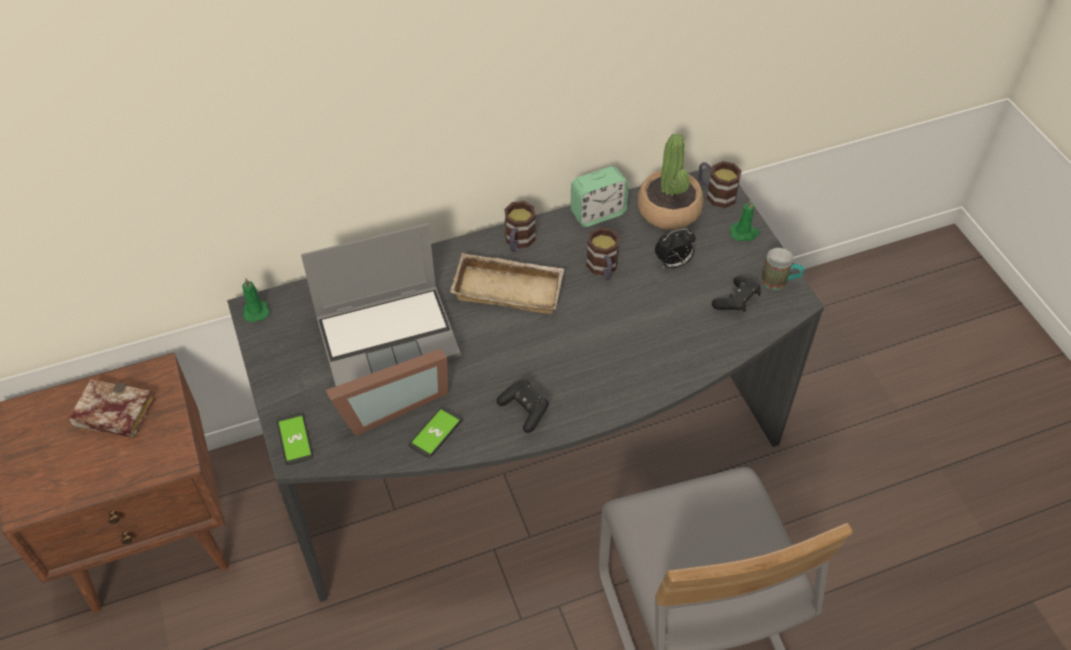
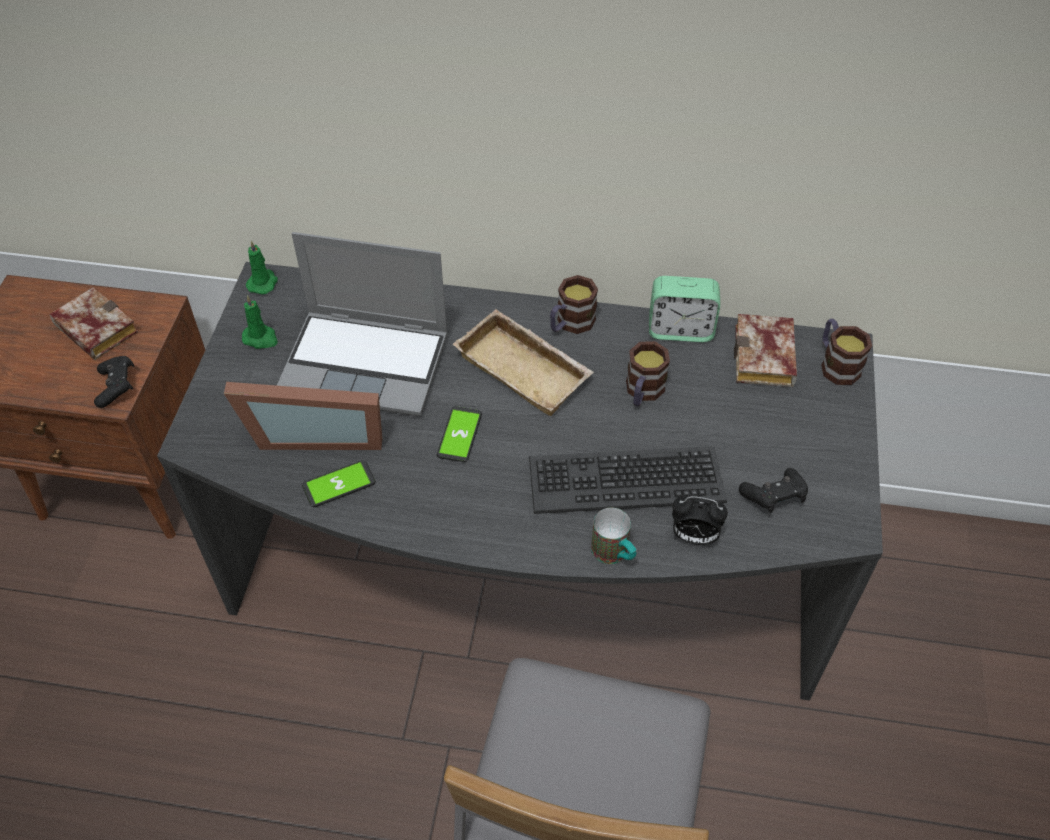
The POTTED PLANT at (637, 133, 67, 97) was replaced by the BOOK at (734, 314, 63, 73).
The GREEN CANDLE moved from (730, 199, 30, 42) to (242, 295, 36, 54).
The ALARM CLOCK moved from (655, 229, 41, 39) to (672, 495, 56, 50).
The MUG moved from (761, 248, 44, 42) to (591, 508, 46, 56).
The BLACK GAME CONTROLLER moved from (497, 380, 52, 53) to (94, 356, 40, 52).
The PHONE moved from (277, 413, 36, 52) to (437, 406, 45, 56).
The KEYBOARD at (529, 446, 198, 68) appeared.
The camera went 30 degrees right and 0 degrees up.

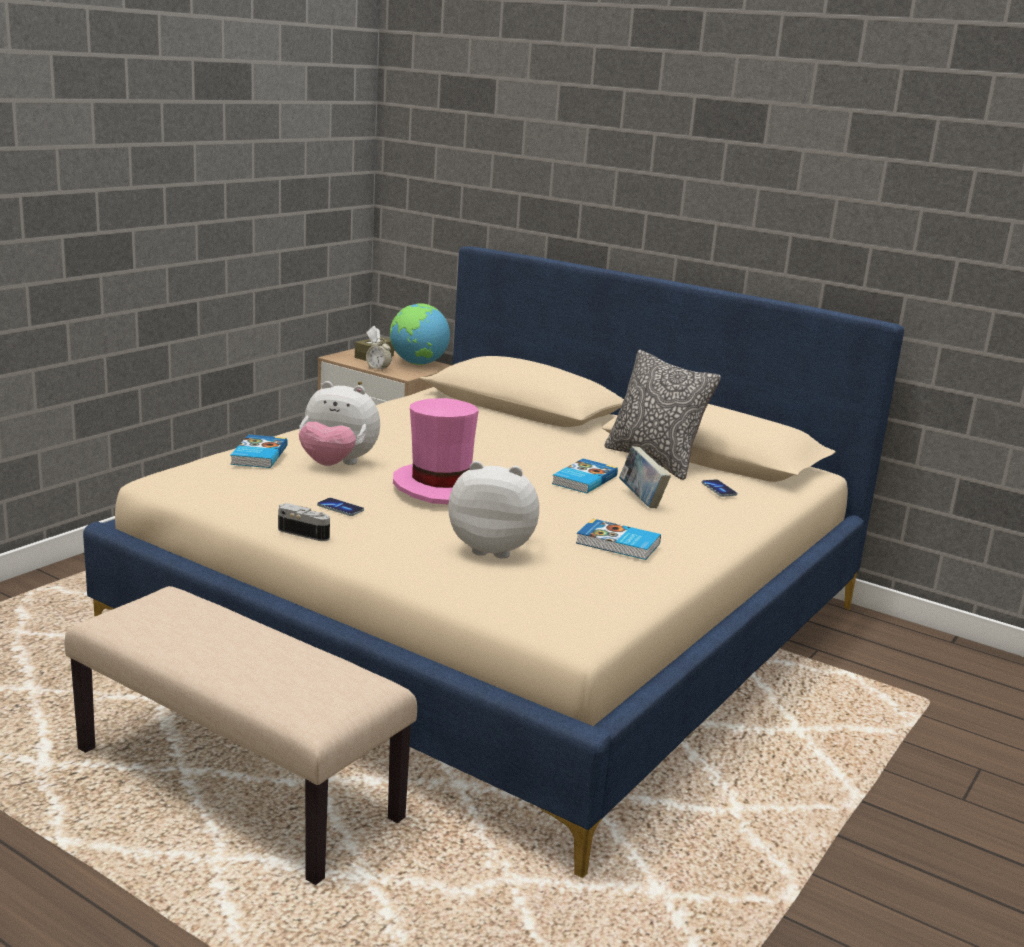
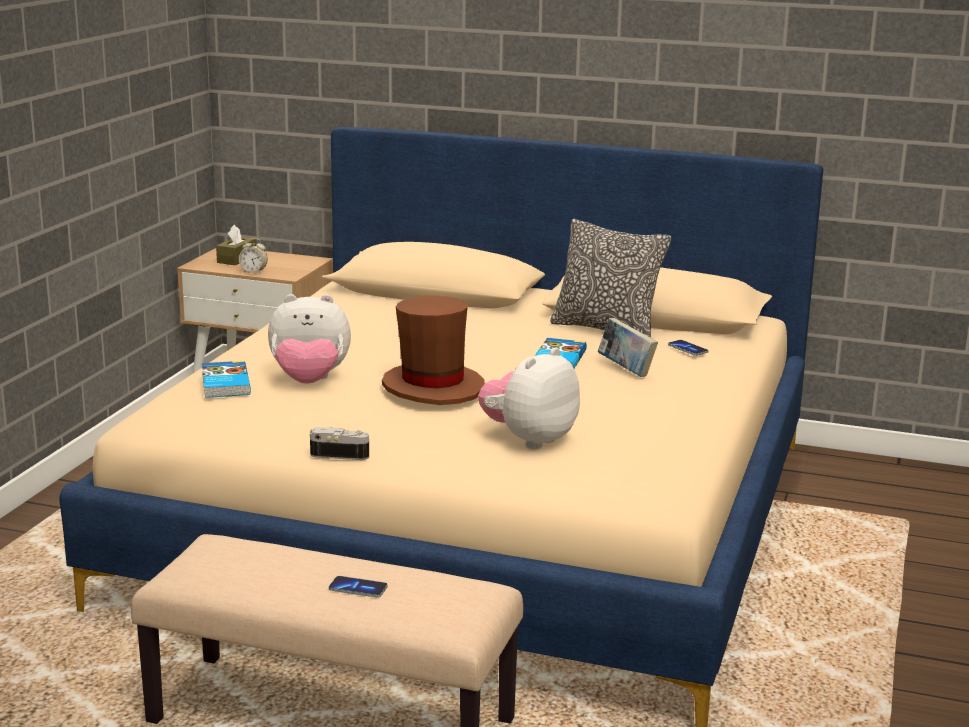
The GLOBE at (390, 303, 60, 62) disappeared.
The PINK HAT at (393, 398, 86, 106) became the BROWN HAT at (382, 295, 102, 110).
The PLUSH TOY at (448, 461, 91, 98) turned 45 degrees counterclockwise.
The PHONE moved from (317, 498, 47, 18) to (329, 576, 59, 22).
The BOOK at (576, 518, 85, 42) disappeared.
The camera went 15 degrees left and 0 degrees up.

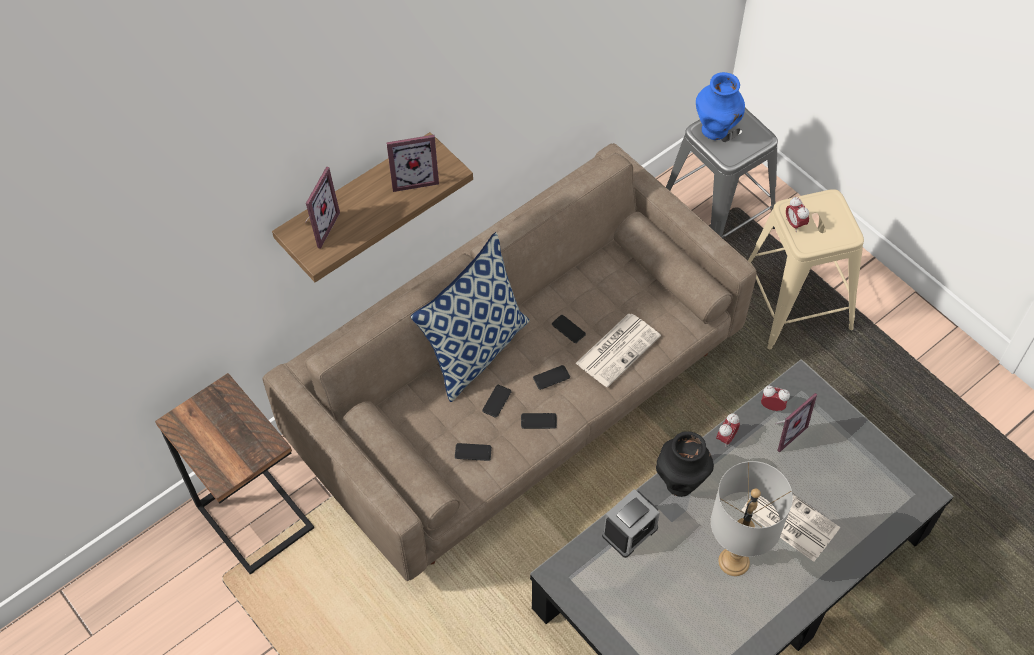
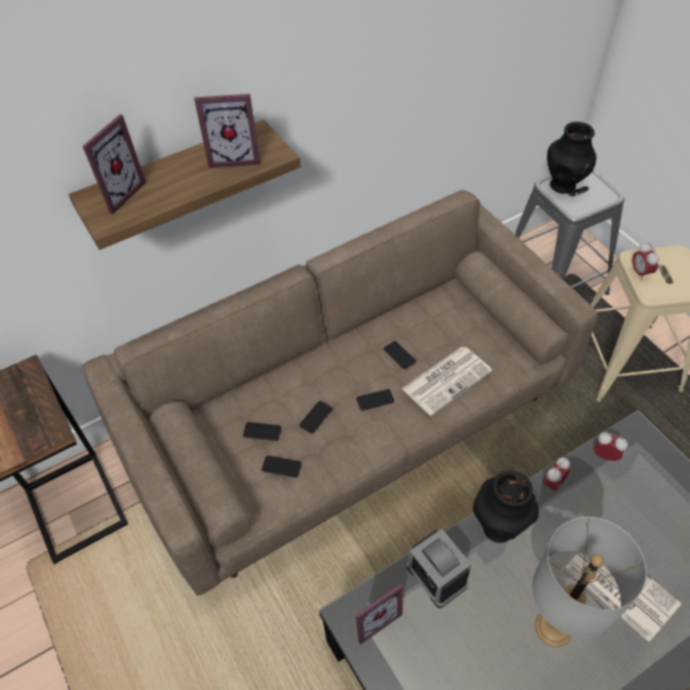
The BLUE VASE at (696, 72, 49, 68) became the BLACK VASE at (547, 122, 49, 72).
The PILLOW at (411, 232, 118, 170) disappeared.
The PICTURE FRAME moved from (775, 393, 42, 60) to (356, 584, 47, 61).
The PHONE moved from (521, 413, 36, 16) to (243, 422, 38, 19).
The ALARM CLOCK at (602, 489, 58, 69) turned 90 degrees clockwise.
The camera went 10 degrees right and 5 degrees down.

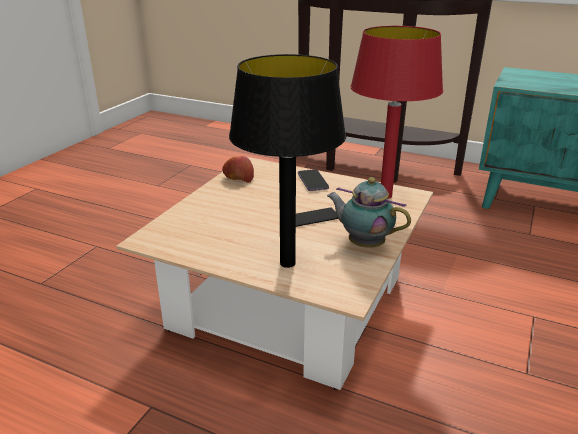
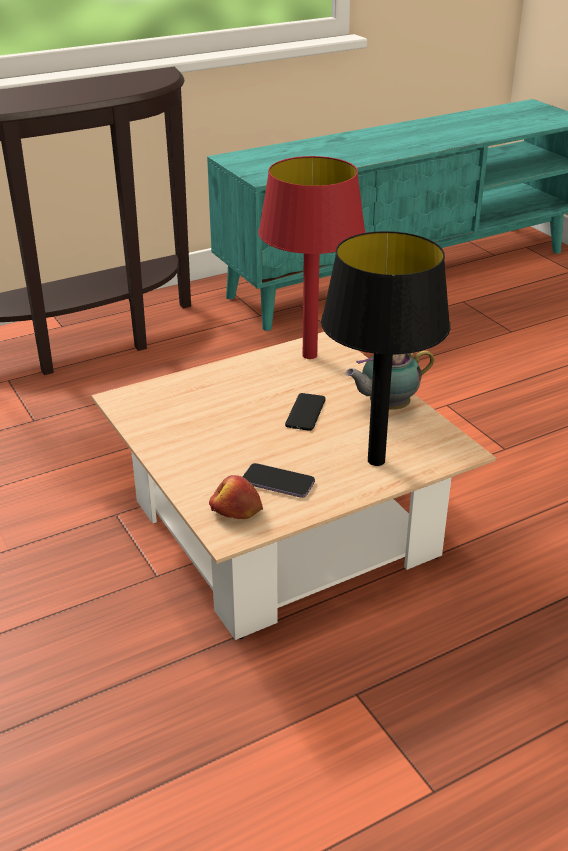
The APPLE moved from (222, 156, 32, 27) to (209, 475, 54, 44).
The PHONE moved from (298, 169, 31, 22) to (243, 463, 72, 35).
The camera went 55 degrees left and 5 degrees up.

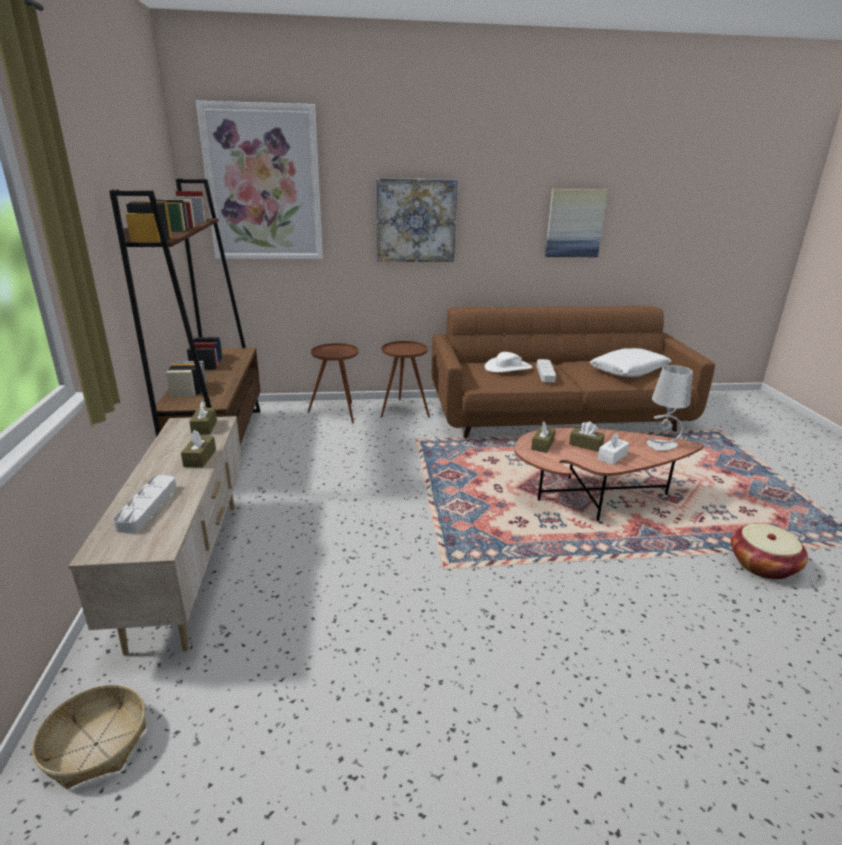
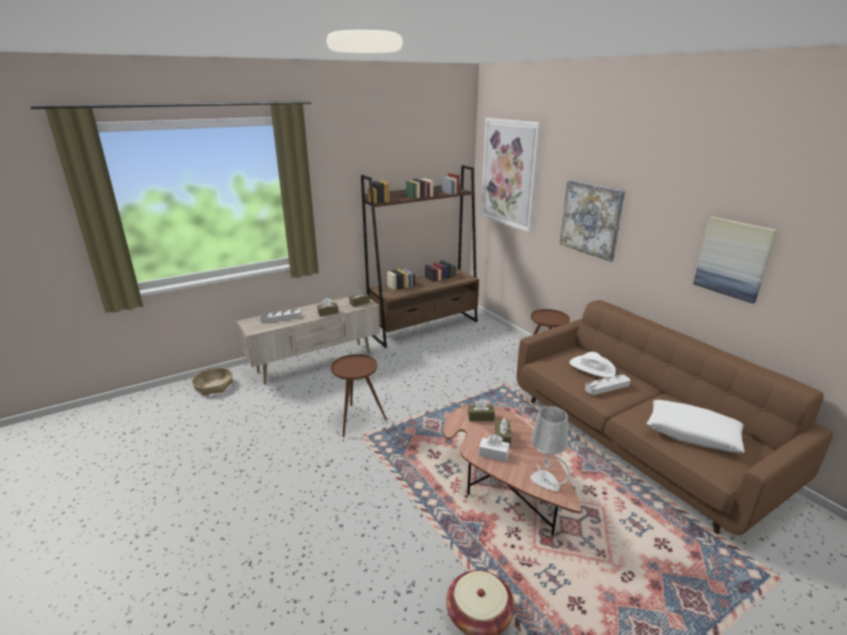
The BROWN SIDE TABLE moved from (308, 343, 51, 81) to (331, 354, 56, 83).
The camera went 65 degrees right and 0 degrees up.

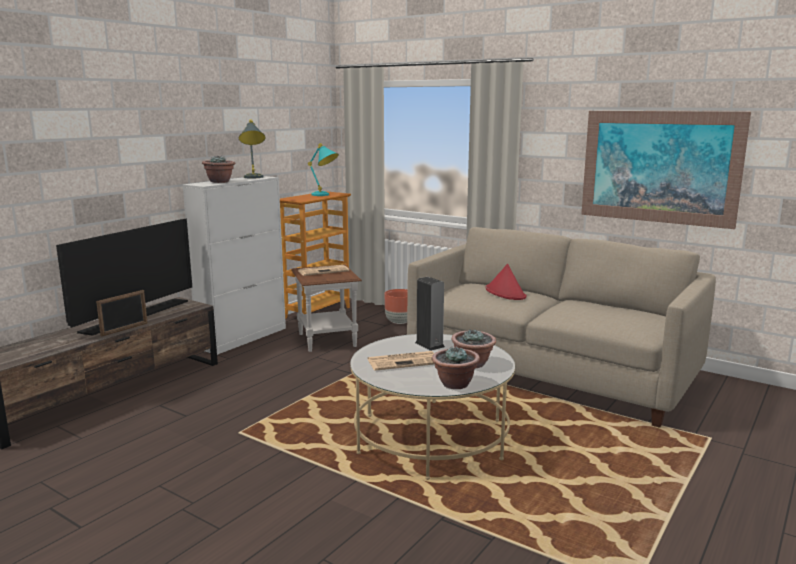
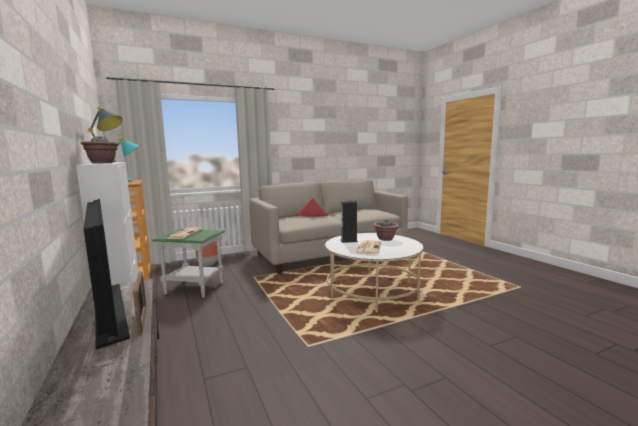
The PICTURE at (581, 111, 170, 118) disappeared.
The BROWN SIDE TABLE at (291, 264, 71, 88) became the GREEN SIDE TABLE at (152, 229, 73, 68).
The POTTED PLANT at (432, 346, 48, 43) disappeared.
The camera went 60 degrees left and 5 degrees down.

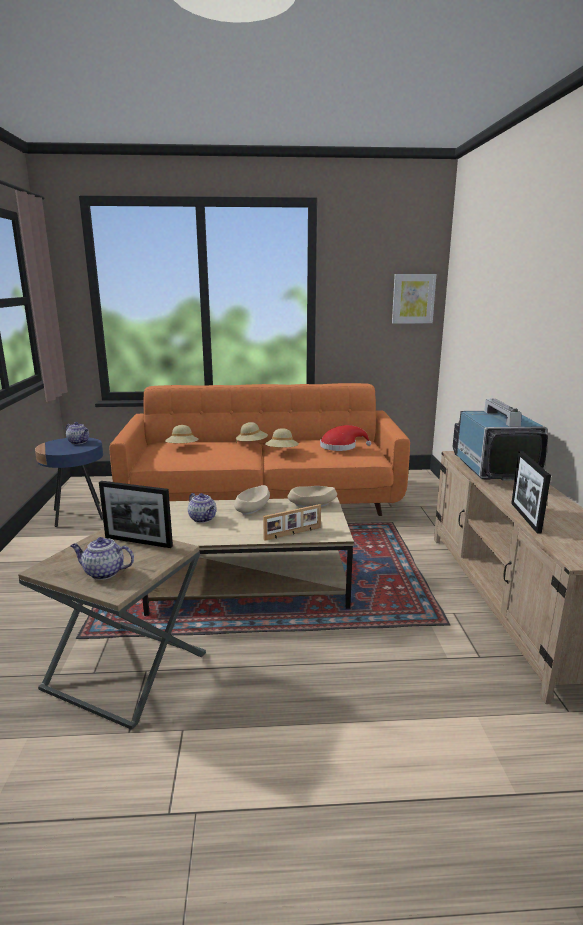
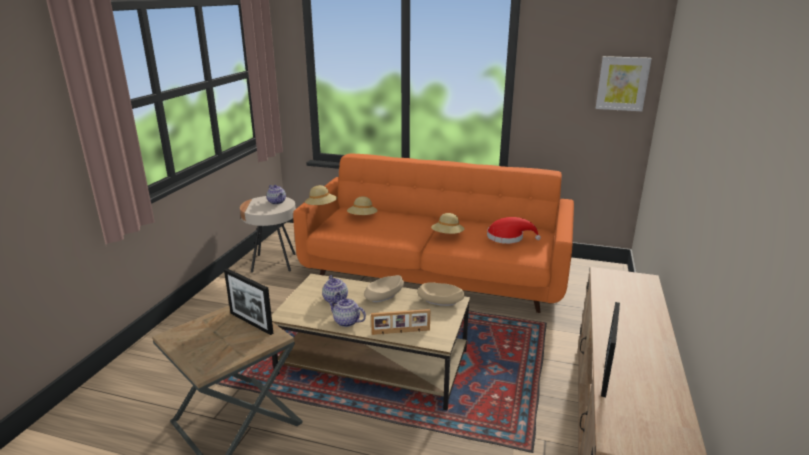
The TELEVISION at (453, 398, 95, 82) disappeared.
The BEIGE HAT moved from (236, 422, 32, 22) to (305, 185, 32, 20).
The BLUE SIDE TABLE at (35, 438, 68, 89) became the BEIGE SIDE TABLE at (240, 196, 56, 77).
The TEAPOT moved from (70, 537, 64, 43) to (327, 298, 39, 29).
The camera went 20 degrees right and 5 degrees up.

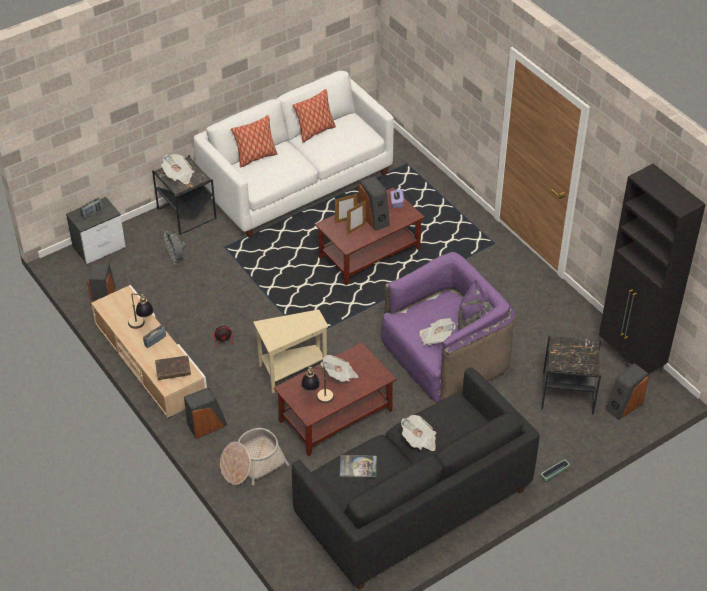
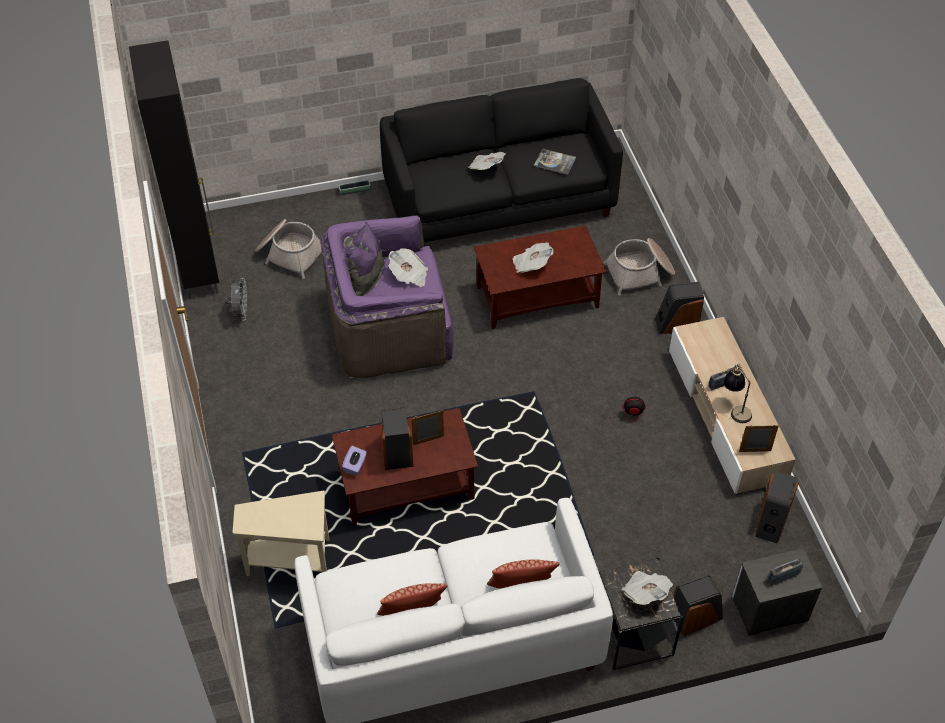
The PICTURE FRAME moved from (335, 194, 23, 29) to (739, 425, 40, 27).
The GREY FAN moved from (164, 231, 22, 34) to (225, 278, 23, 43).
The BEIGE SIDE TABLE moved from (253, 310, 75, 83) to (233, 491, 96, 85).
The BLACK SIDE TABLE at (541, 335, 60, 80) was replaced by the BASKET at (255, 219, 67, 60).
The BROWN BOOK at (155, 356, 36, 24) disappeared.
The SPEAKER moved from (605, 363, 44, 57) to (674, 575, 49, 62).
The TABLE LAMP at (301, 367, 33, 37) disappeared.
The camera went 160 degrees left and 5 degrees up.

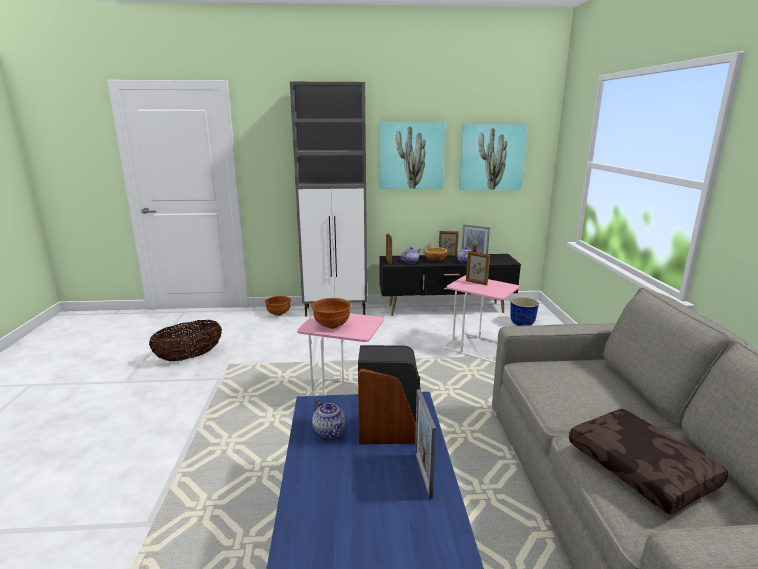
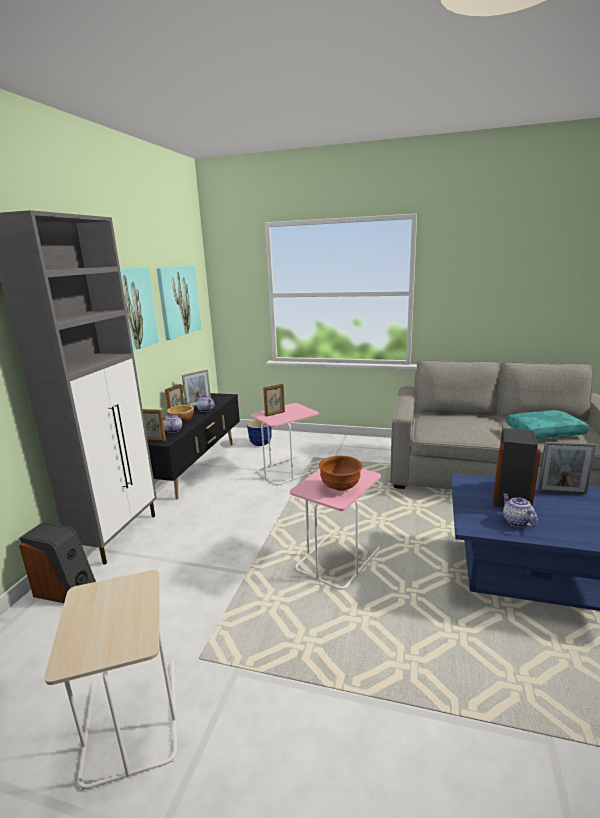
The BROWN BOWL at (265, 296, 26, 20) was replaced by the SPEAKER at (19, 522, 77, 81).
The BASKET at (149, 320, 73, 41) was replaced by the BEIGE SIDE TABLE at (44, 570, 133, 220).
The TEAPOT at (312, 399, 34, 39) turned 90 degrees counterclockwise.
The BROWN PILLOW at (569, 409, 159, 106) became the TURQUOISE PILLOW at (506, 410, 83, 29).
The camera went 70 degrees left and 0 degrees up.

